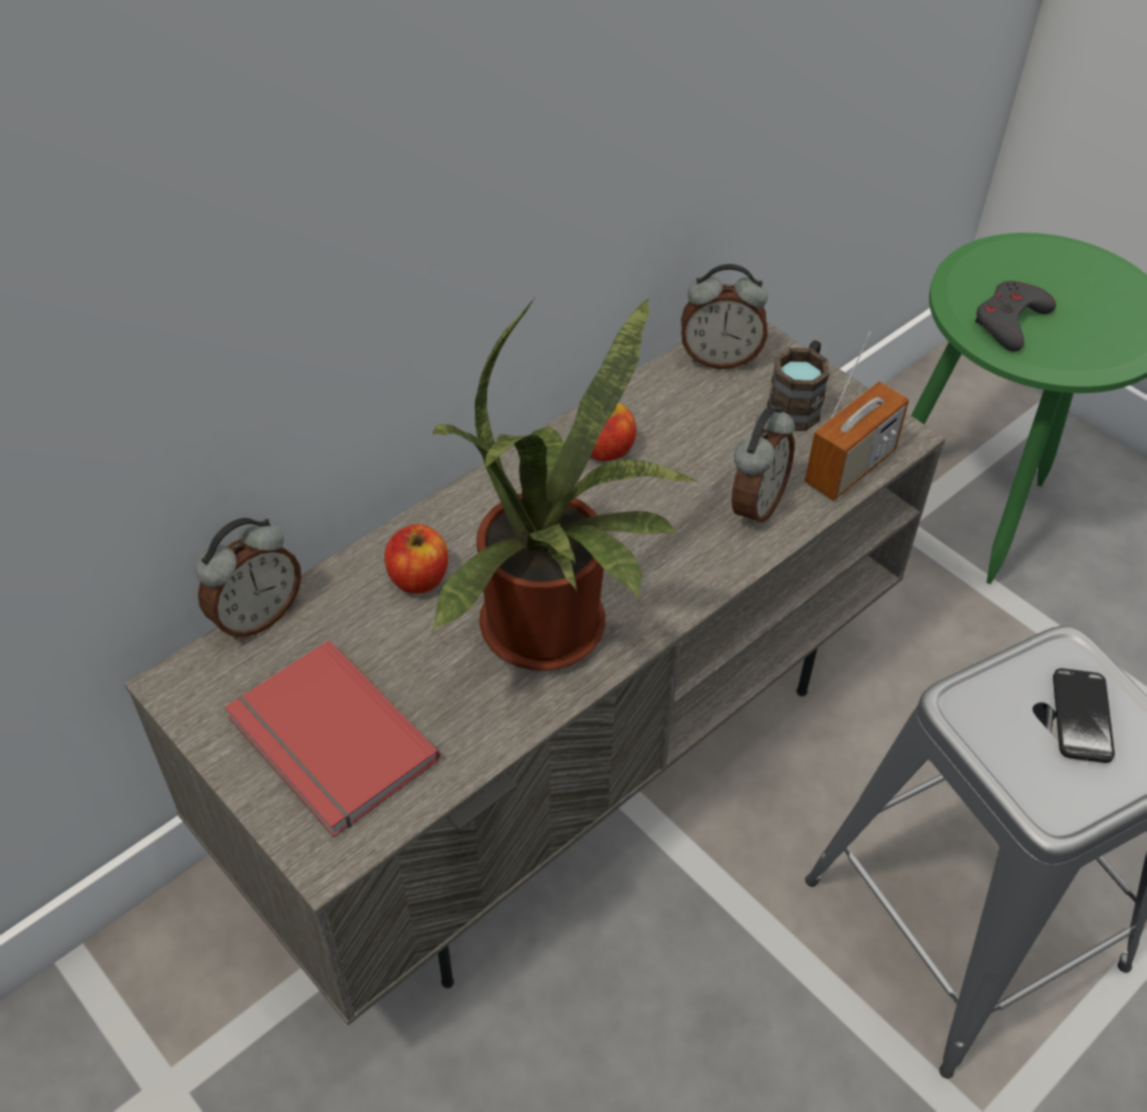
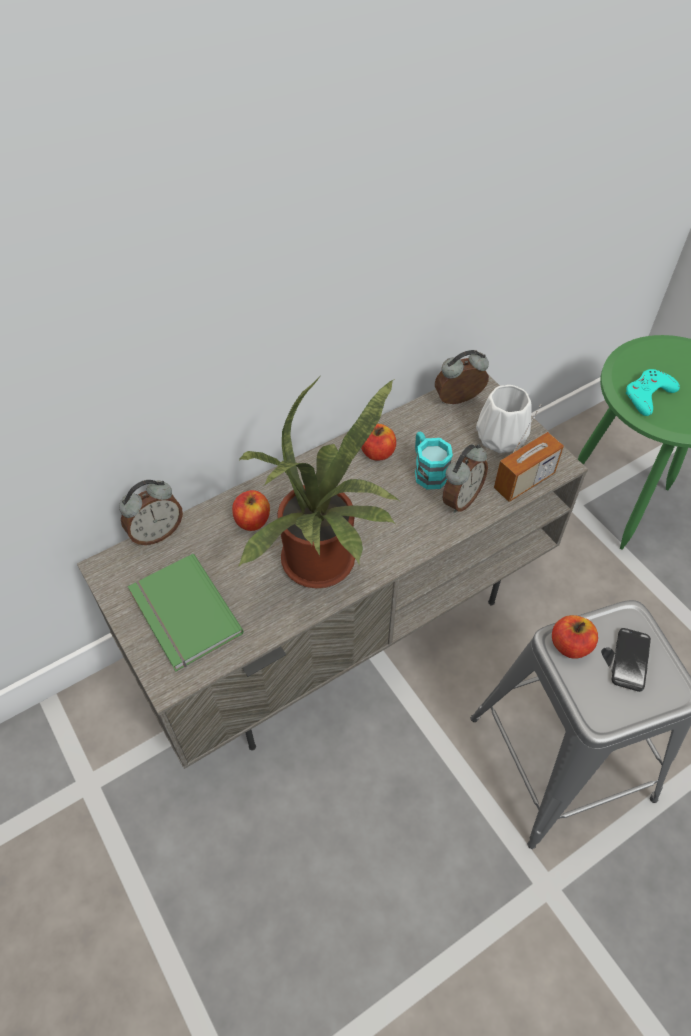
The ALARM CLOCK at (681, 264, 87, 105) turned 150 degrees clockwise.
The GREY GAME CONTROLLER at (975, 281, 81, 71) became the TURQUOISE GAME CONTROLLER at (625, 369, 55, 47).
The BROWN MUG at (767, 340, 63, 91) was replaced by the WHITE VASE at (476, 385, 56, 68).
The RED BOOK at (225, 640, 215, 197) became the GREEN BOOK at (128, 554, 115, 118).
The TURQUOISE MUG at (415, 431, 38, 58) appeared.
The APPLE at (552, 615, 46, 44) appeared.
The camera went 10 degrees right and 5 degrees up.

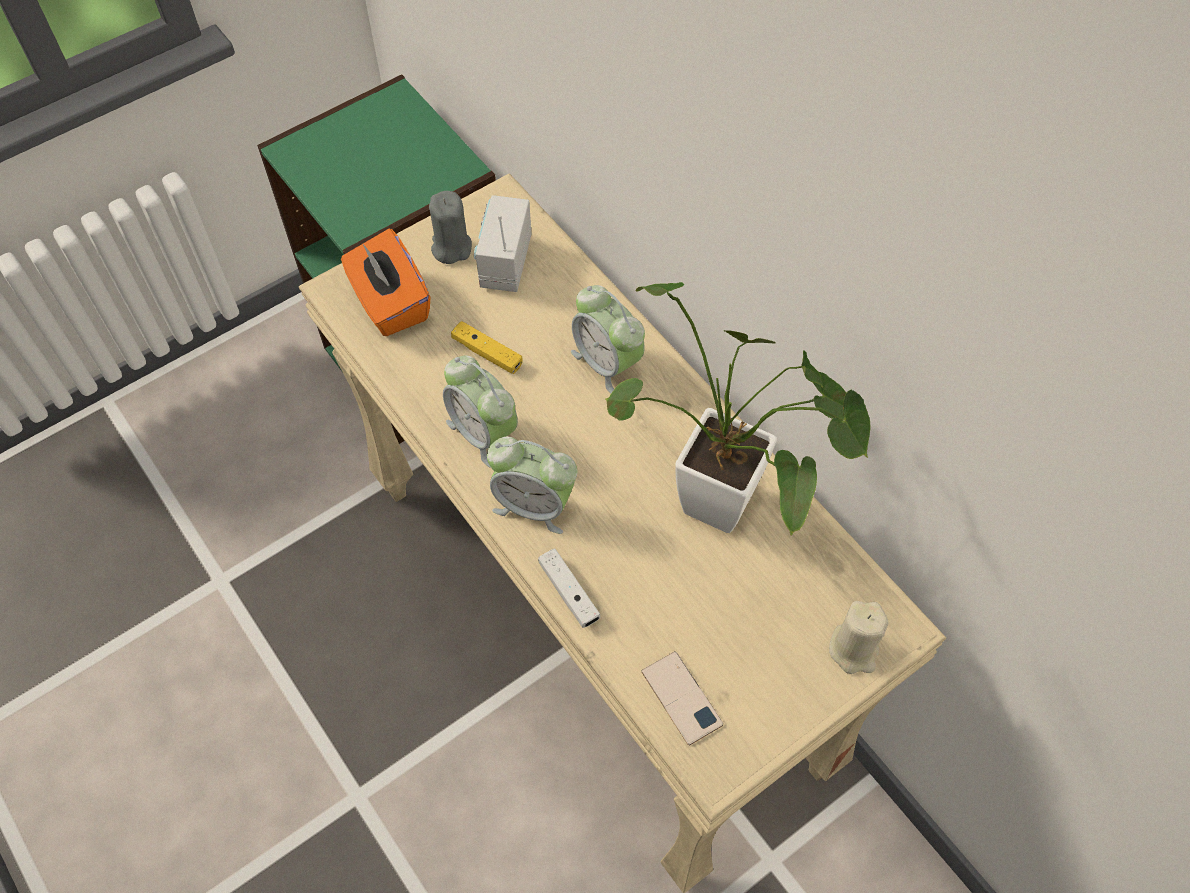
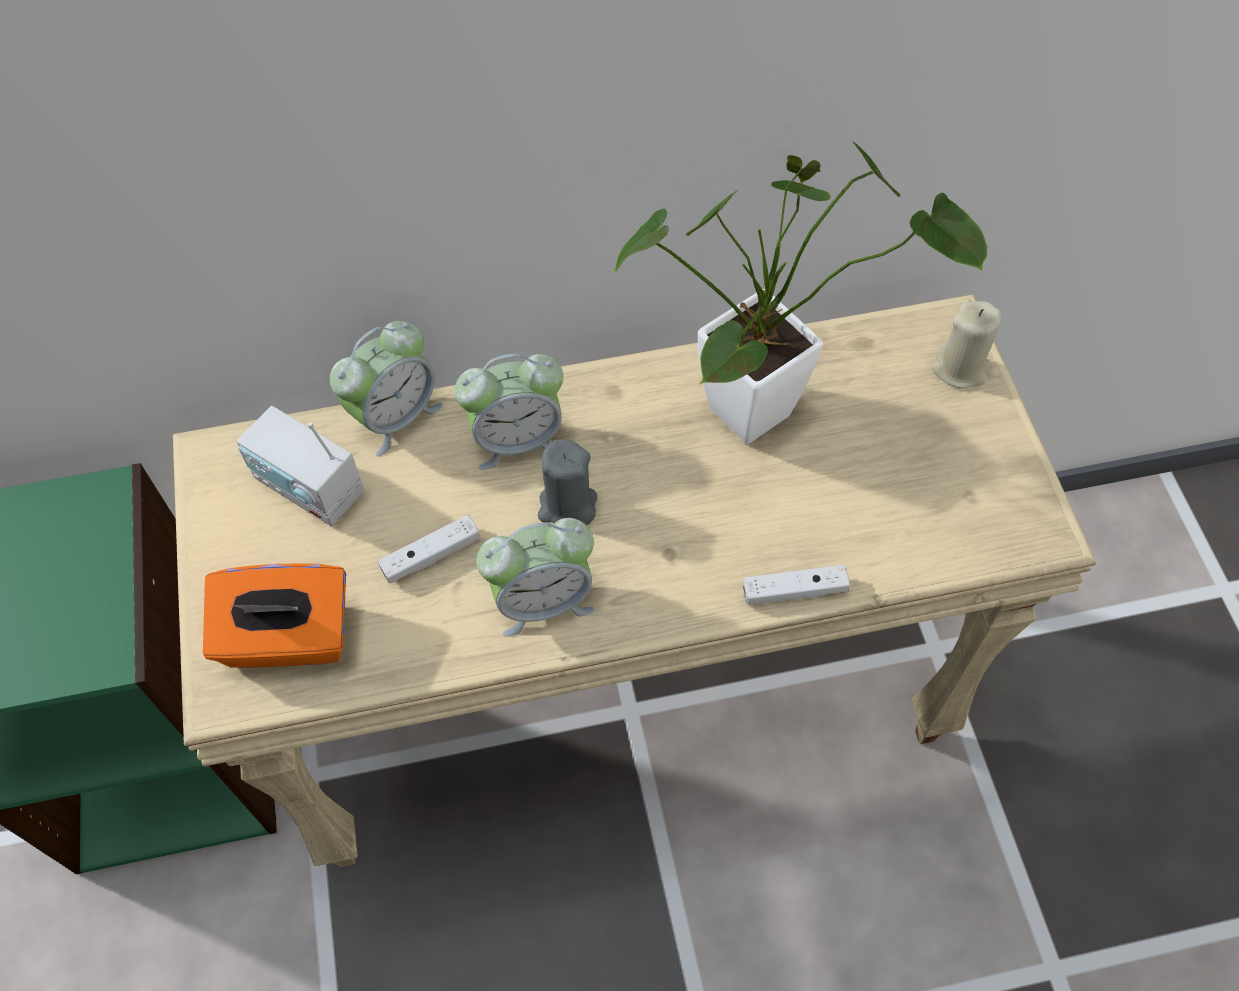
The GREY CANDLE moved from (429, 191, 43, 73) to (538, 439, 59, 86).
The YELLOW GAME CONTROLLER at (451, 321, 71, 53) became the WHITE GAME CONTROLLER at (378, 515, 102, 69).
The ALARM CLOCK moved from (487, 436, 90, 98) to (330, 321, 113, 136).
The PHONE at (642, 651, 81, 95) disappeared.
The camera went 65 degrees left and 0 degrees up.

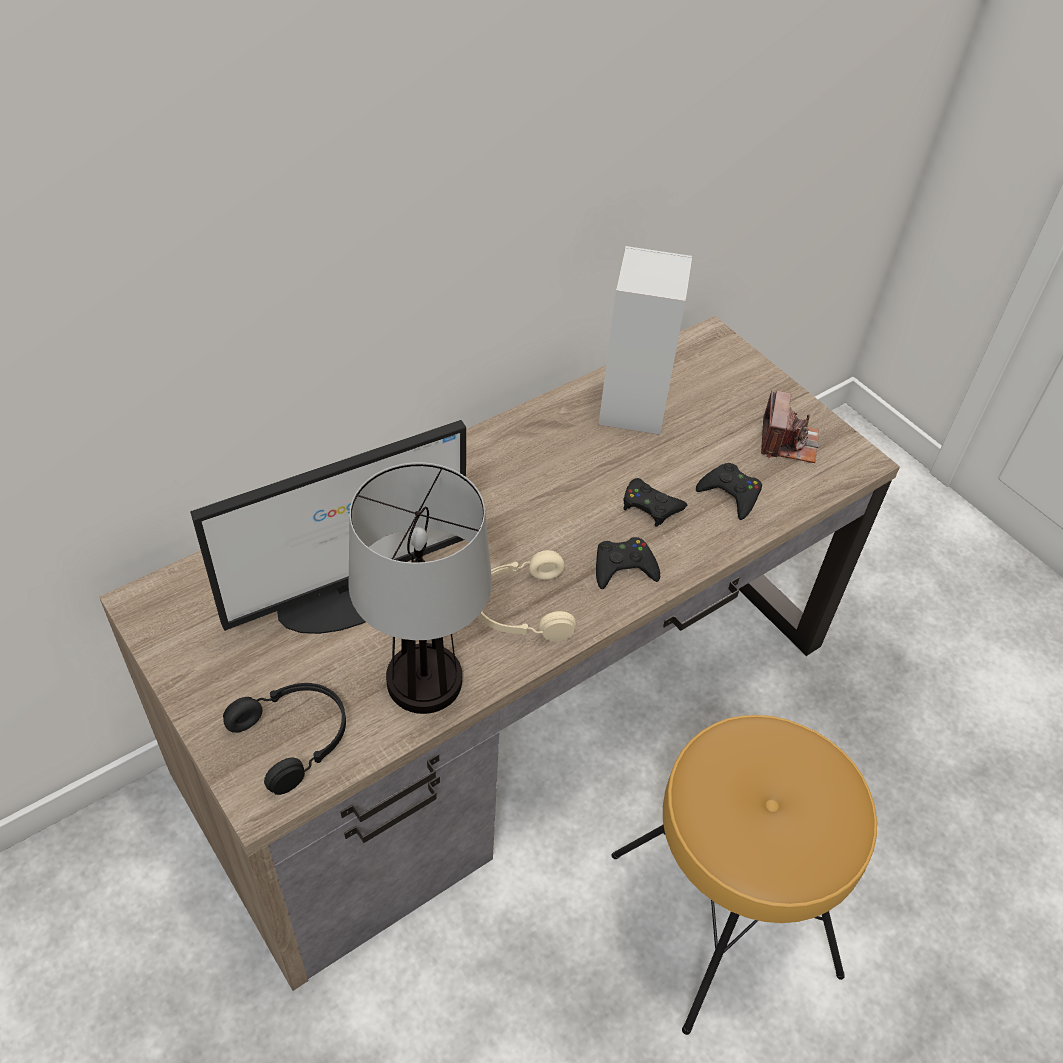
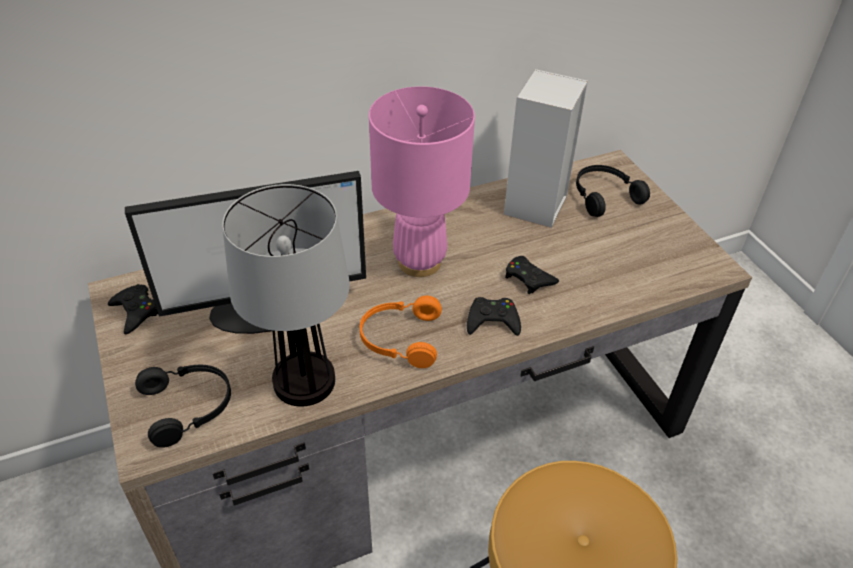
The PHOTO CAMERA at (761, 391, 58, 72) disappeared.
The BLACK GAME CONTROLLER moved from (696, 463, 66, 57) to (108, 284, 50, 50).
The BEIGE HEADPHONES at (478, 550, 98, 91) became the ORANGE HEADPHONES at (360, 295, 82, 73).
The PINK TABLE LAMP at (369, 86, 106, 191) appeared.
The BLACK HEADPHONES at (576, 165, 74, 52) appeared.
The camera went 15 degrees right and 5 degrees down.

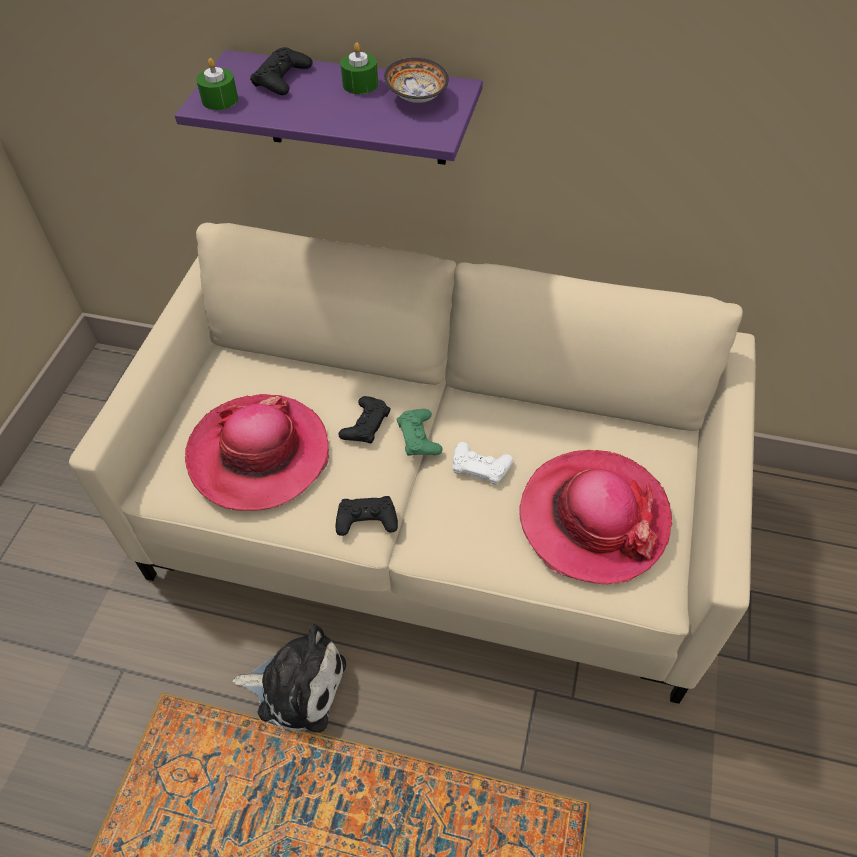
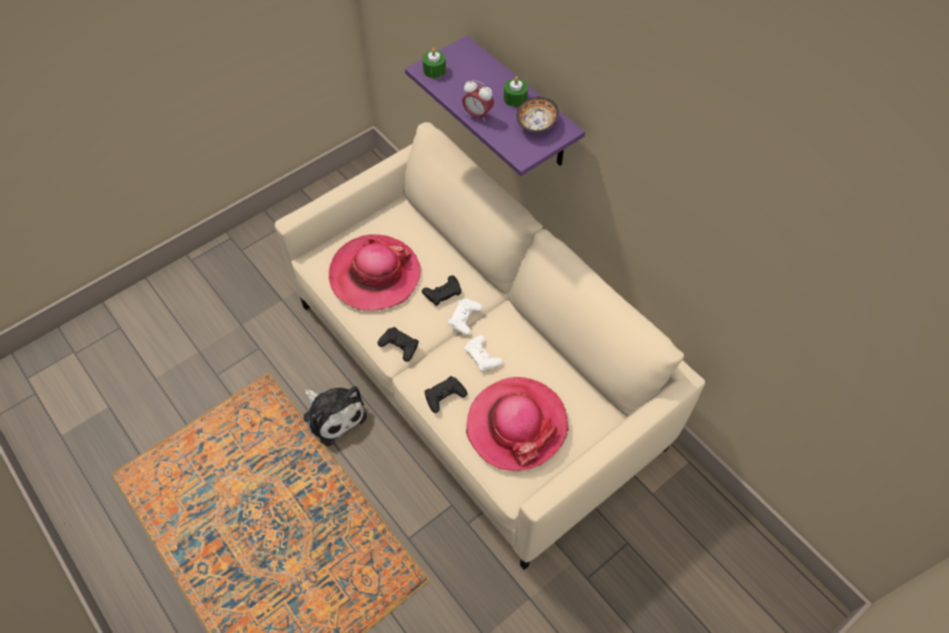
The BLACK GAME CONTROLLER moved from (250, 47, 63, 48) to (424, 376, 44, 37).
The GREEN GAME CONTROLLER at (397, 409, 46, 47) became the WHITE GAME CONTROLLER at (448, 298, 35, 37).
The ALARM CLOCK at (462, 80, 32, 42) appeared.
The camera went 35 degrees right and 5 degrees up.

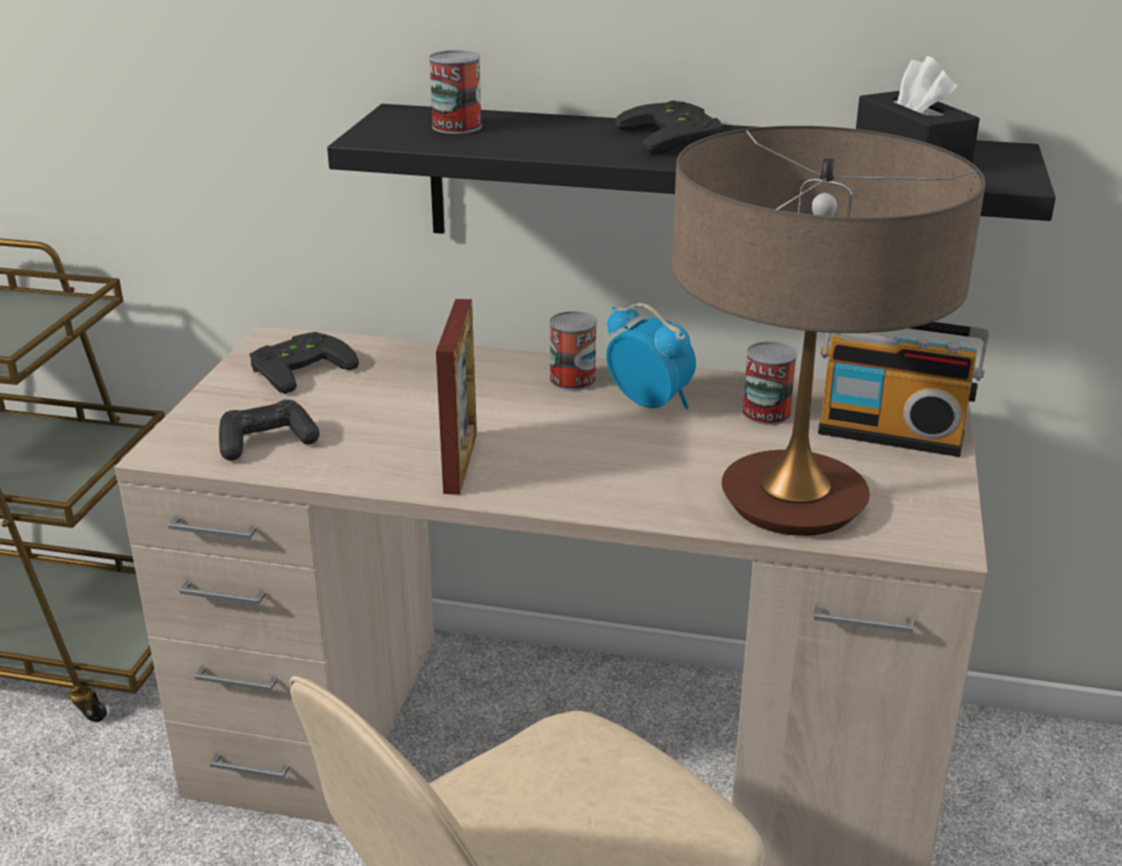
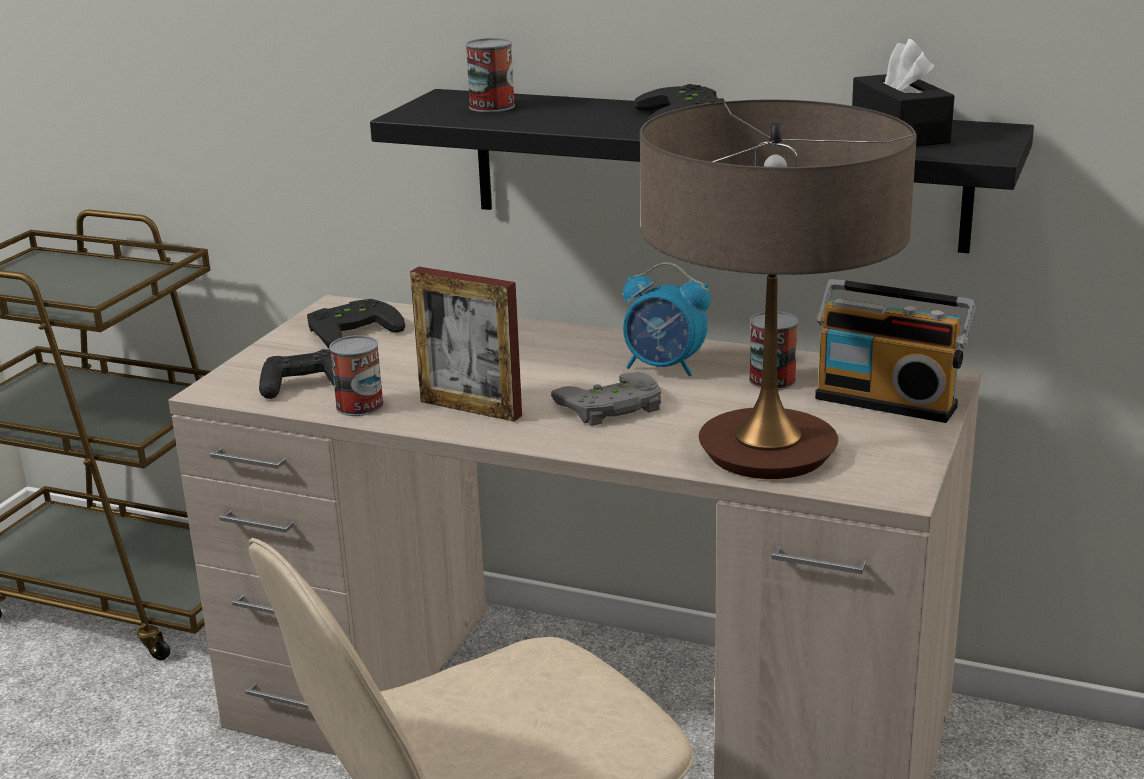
The PICTURE FRAME at (436, 299, 41, 196) turned 105 degrees clockwise.
The ALARM CLOCK at (606, 303, 90, 106) turned 150 degrees clockwise.
The CAN moved from (549, 311, 48, 80) to (329, 335, 55, 81).
The GREY GAME CONTROLLER at (551, 372, 110, 54) appeared.
The camera went 10 degrees right and 5 degrees down.

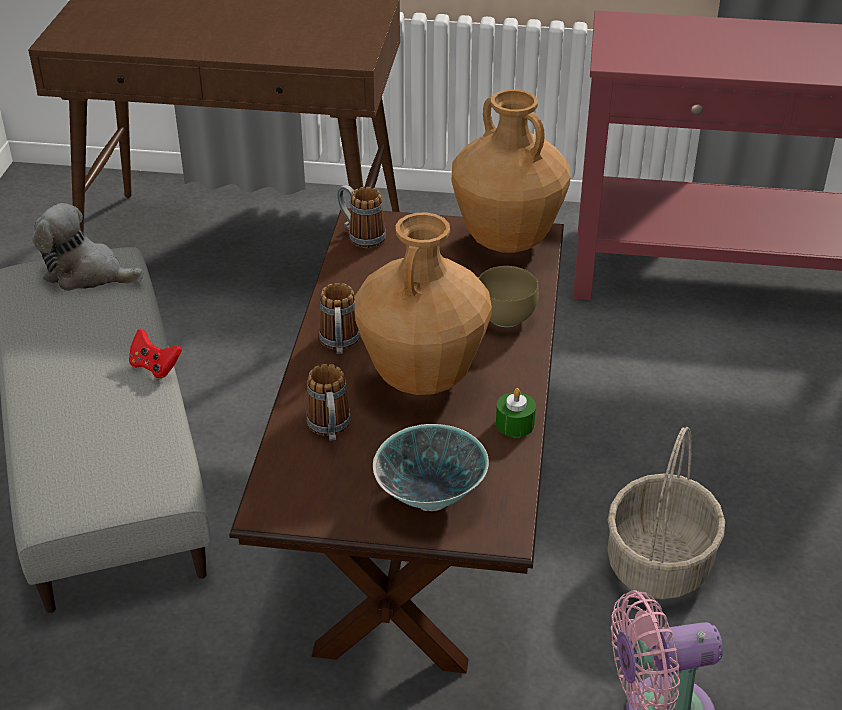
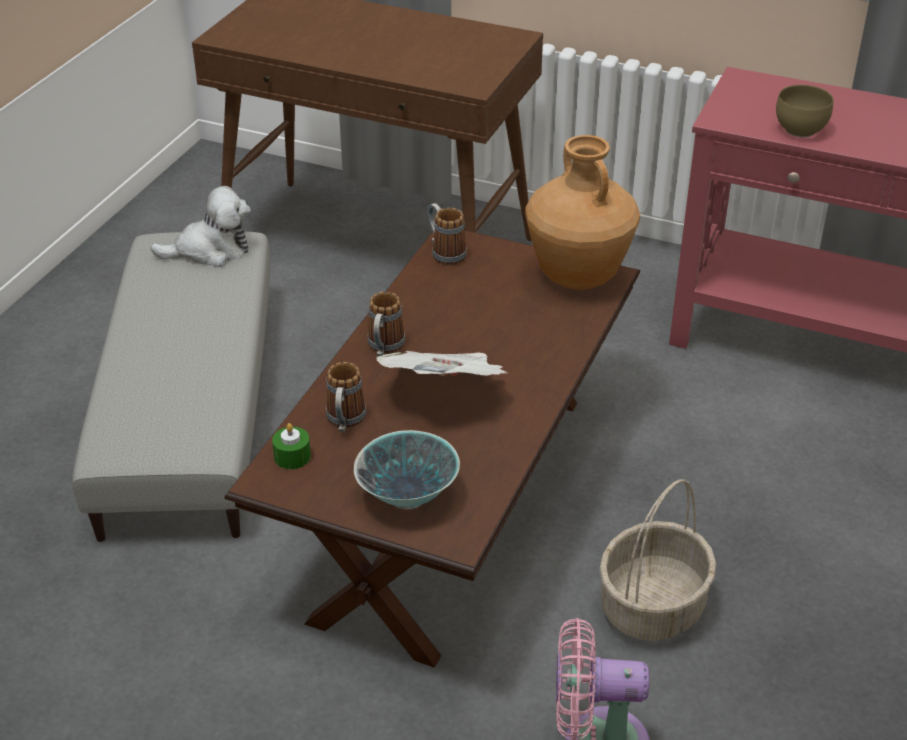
The PLUSH TOY at (33, 203, 110, 88) turned 135 degrees clockwise.
The BROWN VASE at (354, 212, 138, 183) was replaced by the NEWSPAPER at (376, 351, 132, 25).
The BROWN BOWL moved from (478, 266, 61, 61) to (776, 85, 57, 52).
The RED GAME CONTROLLER at (129, 328, 53, 50) disappeared.
The GREEN CANDLE moved from (496, 388, 40, 49) to (272, 423, 39, 46).
The camera went 15 degrees right and 0 degrees up.

